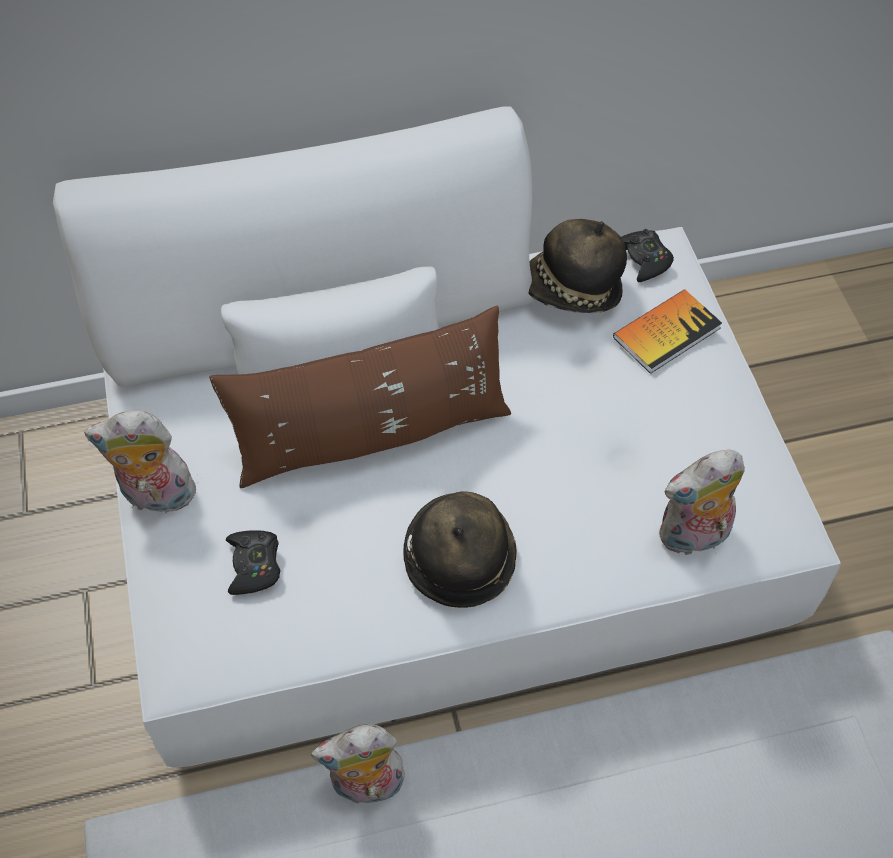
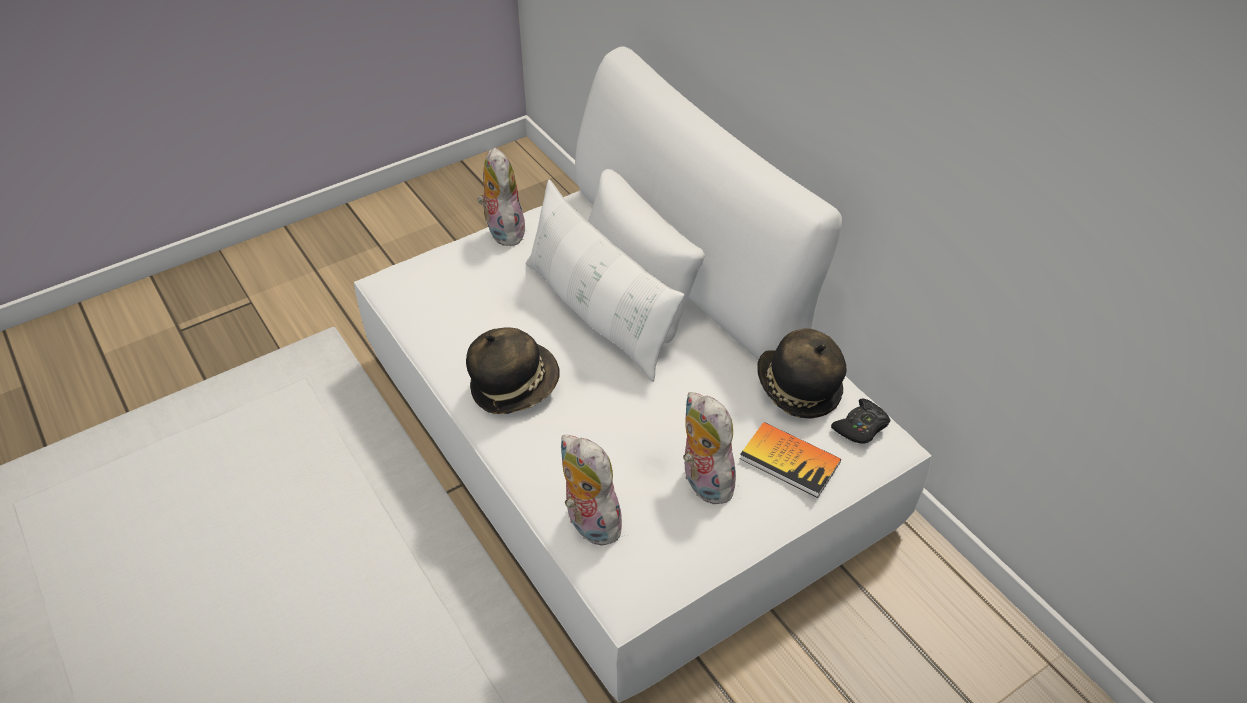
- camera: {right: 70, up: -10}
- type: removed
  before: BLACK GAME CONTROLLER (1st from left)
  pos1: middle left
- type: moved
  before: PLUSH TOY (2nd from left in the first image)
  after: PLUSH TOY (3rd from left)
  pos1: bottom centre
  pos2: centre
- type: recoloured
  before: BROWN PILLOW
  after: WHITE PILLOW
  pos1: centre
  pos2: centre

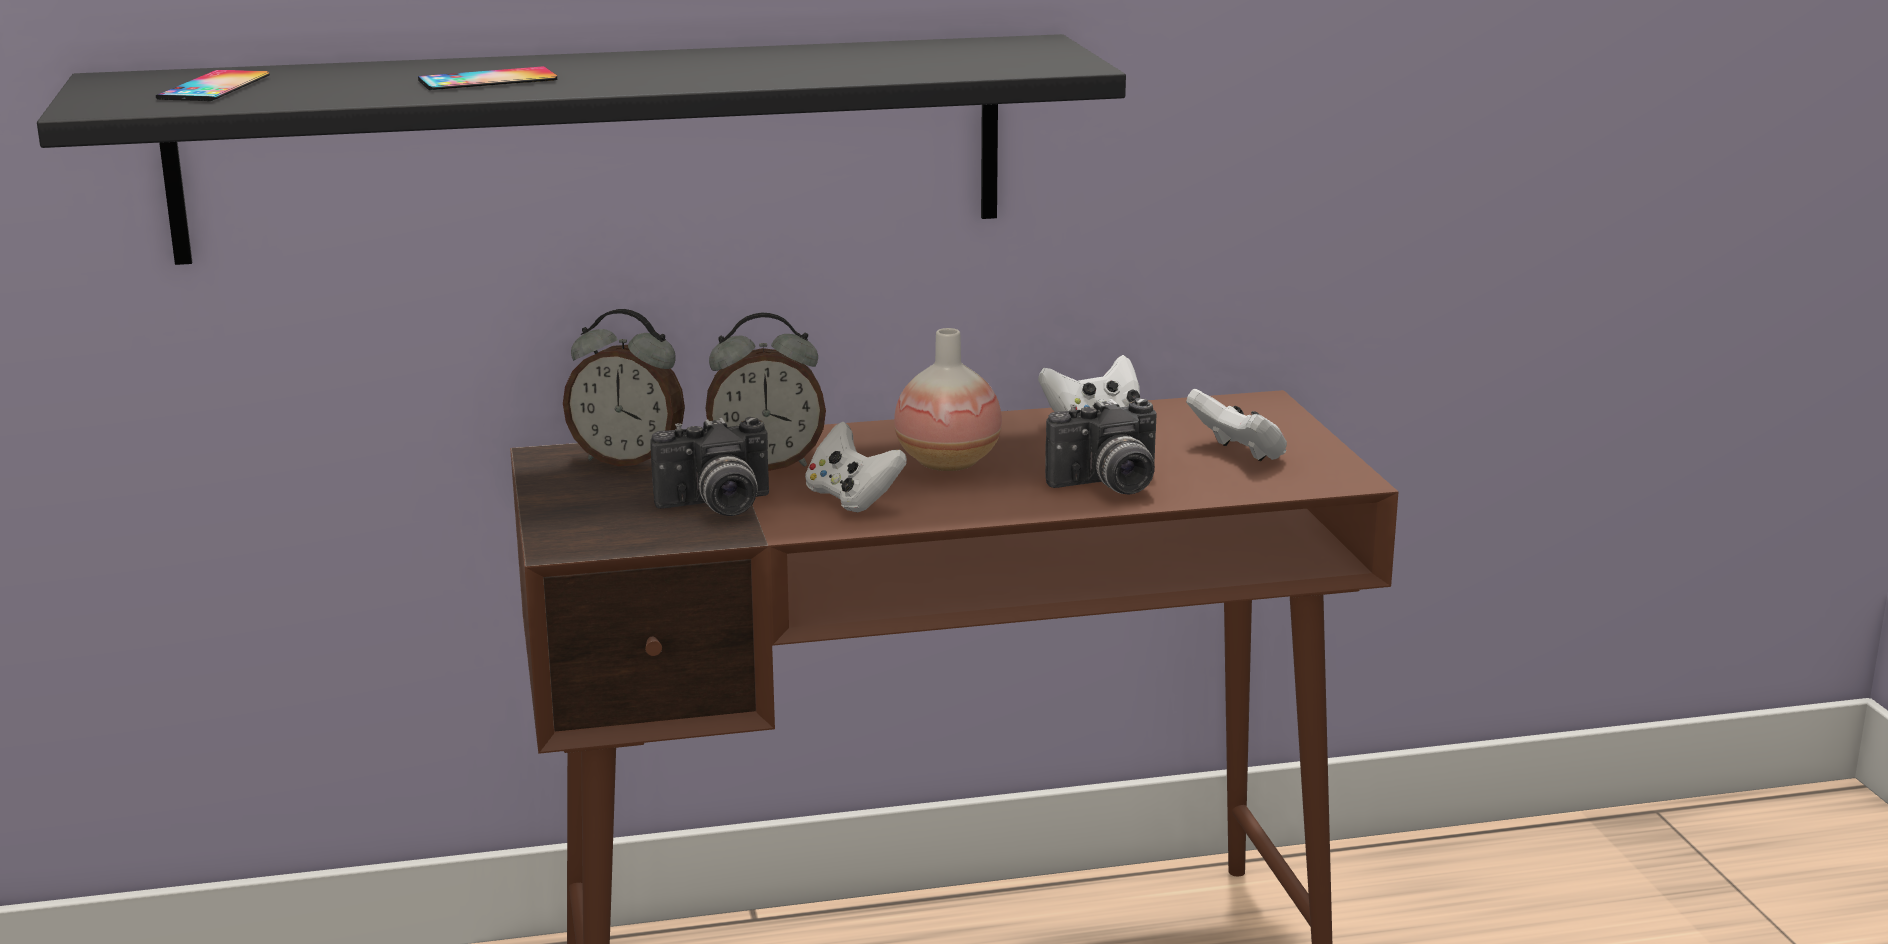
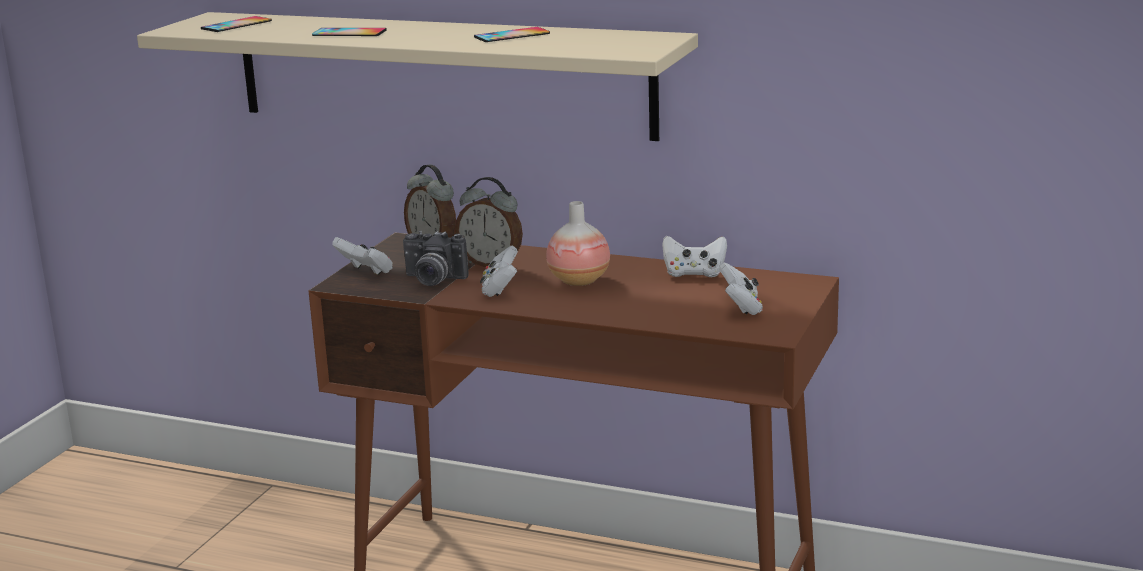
- camera: {right: 35, up: 0}
- type: removed
  before: PHOTO CAMERA (2nd from left)
  pos1: centre
- type: added
  after: WHITE GAME CONTROLLER (1st from left)
  pos2: middle left
- type: added
  after: PHONE (3rd from left)
  pos2: top centre
- type: recoloured
  before: BLACK SHELF
  after: BEIGE SHELF
  pos1: top left
  pos2: top centre

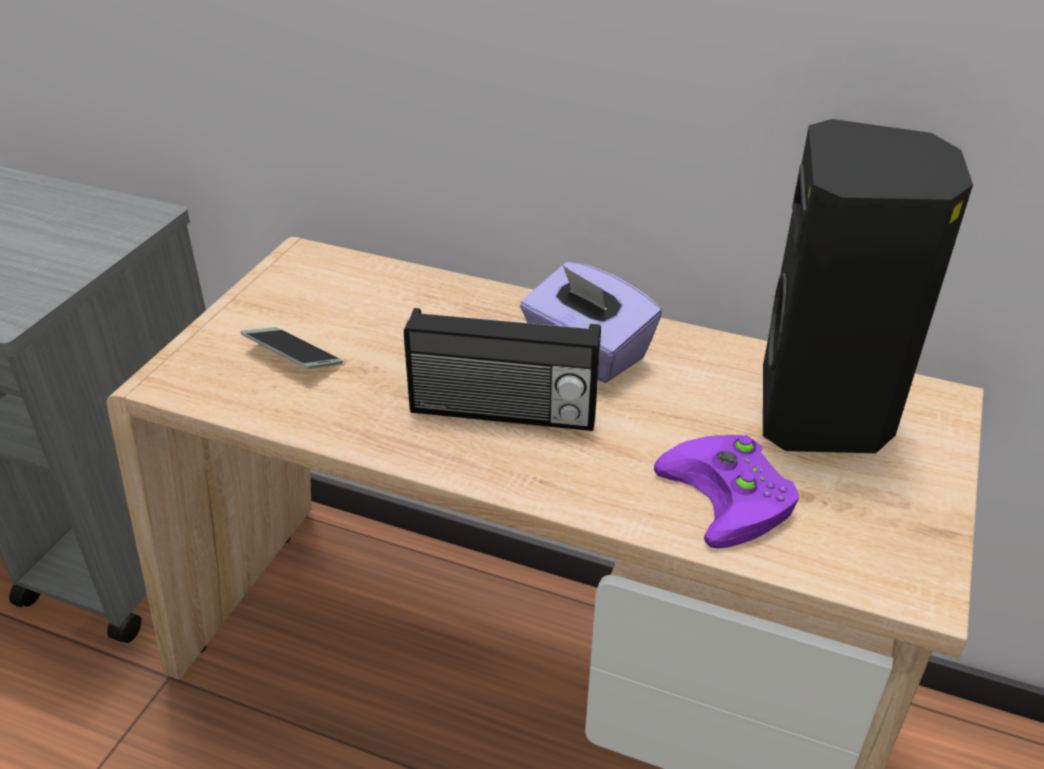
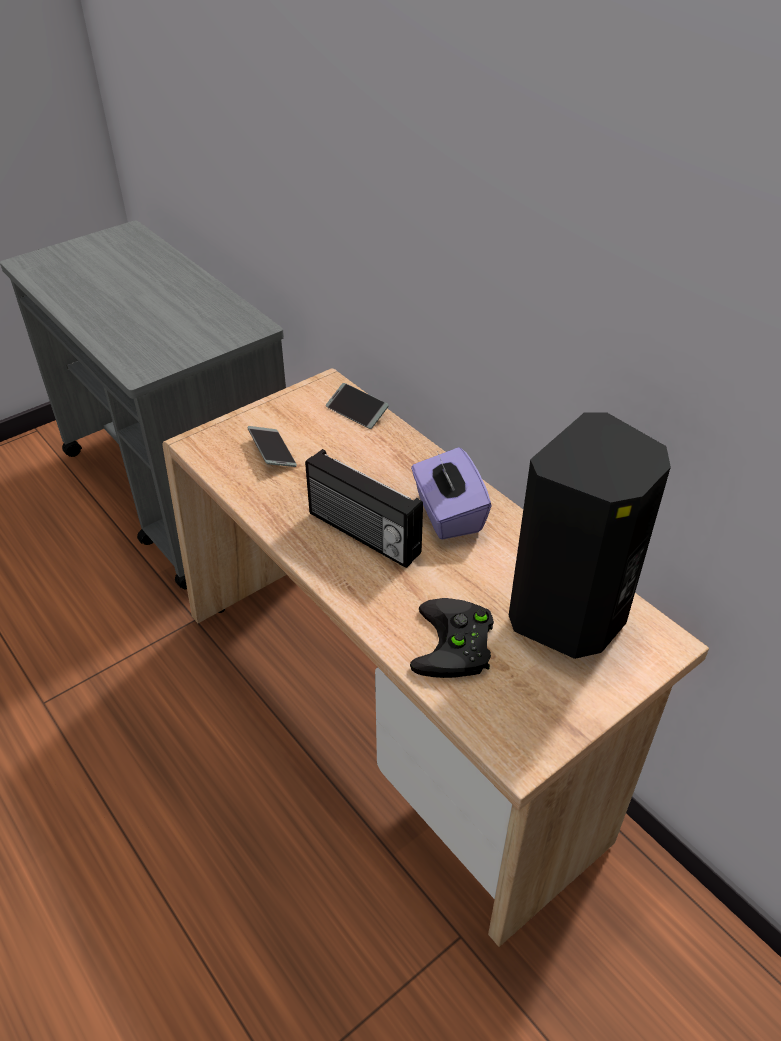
- camera: {right: 30, up: 5}
- type: added
  after: PHONE (2nd from left)
  pos2: centre
- type: recoloured
  before: PURPLE GAME CONTROLLER
  after: BLACK GAME CONTROLLER
  pos1: middle right
  pos2: centre

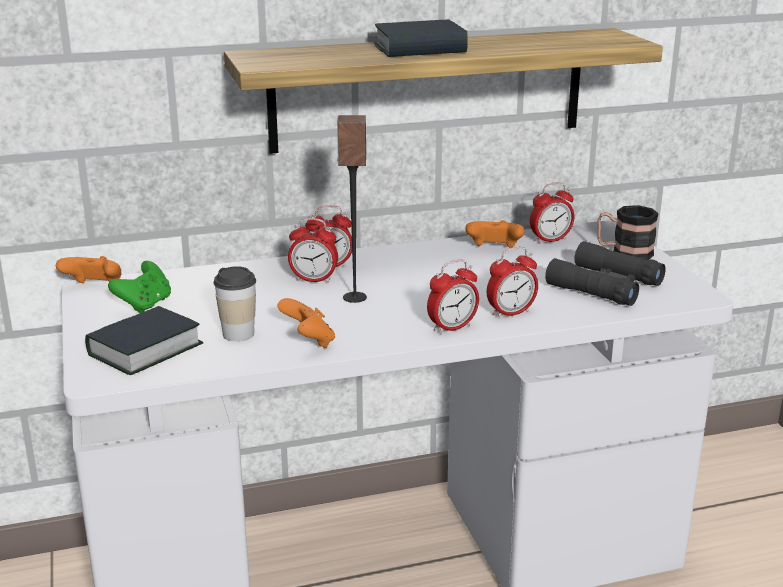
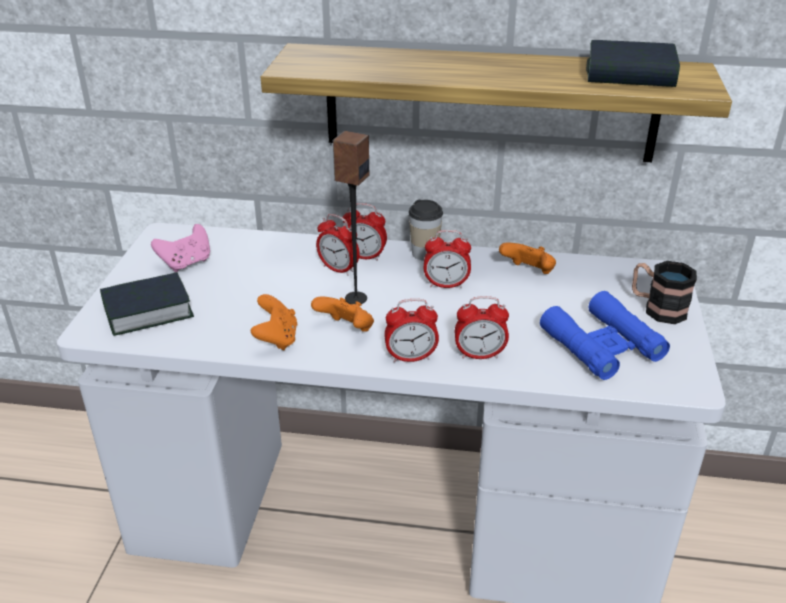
- camera: {right: 25, up: 10}
- type: moved
  before: ORANGE GAME CONTROLLER (1st from left in the first image)
  after: ORANGE GAME CONTROLLER (2nd from left)
  pos1: middle left
  pos2: centre
- type: moved
  before: CUP
  pos1: middle left
  pos2: centre
- type: moved
  before: BOOK (2nd from left)
  pos1: top centre
  pos2: top right
- type: moved
  before: ALARM CLOCK (5th from left in the first image)
  after: ALARM CLOCK (4th from left)
  pos1: middle right
  pos2: centre
- type: recoloured
  before: GREEN GAME CONTROLLER
  after: PINK GAME CONTROLLER
  pos1: middle left
  pos2: middle left
- type: recoloured
  before: BLACK BINOCULARS
  after: BLUE BINOCULARS
  pos1: middle right
  pos2: middle right

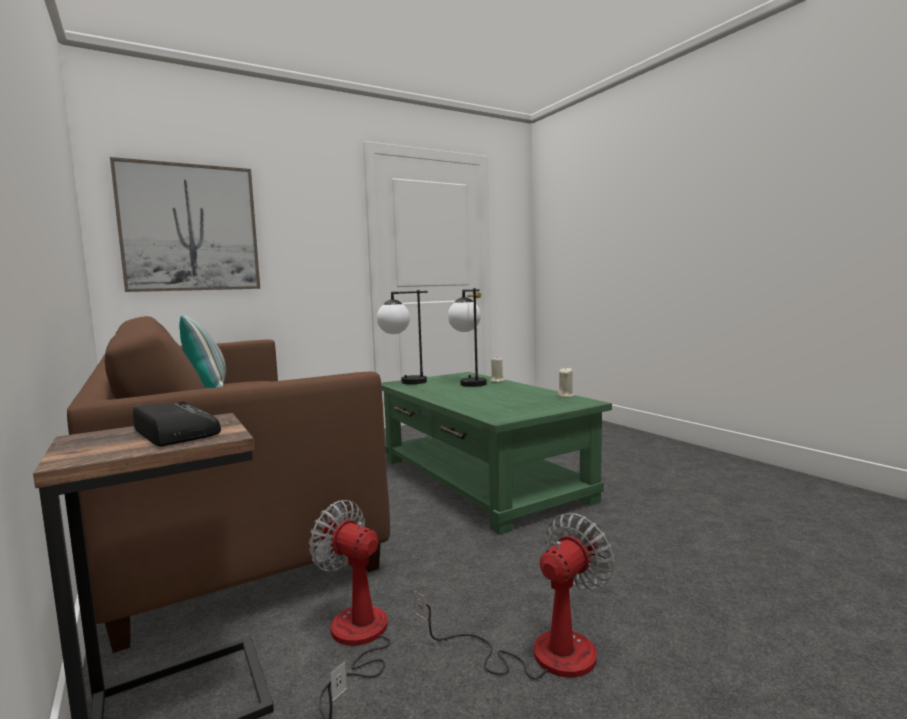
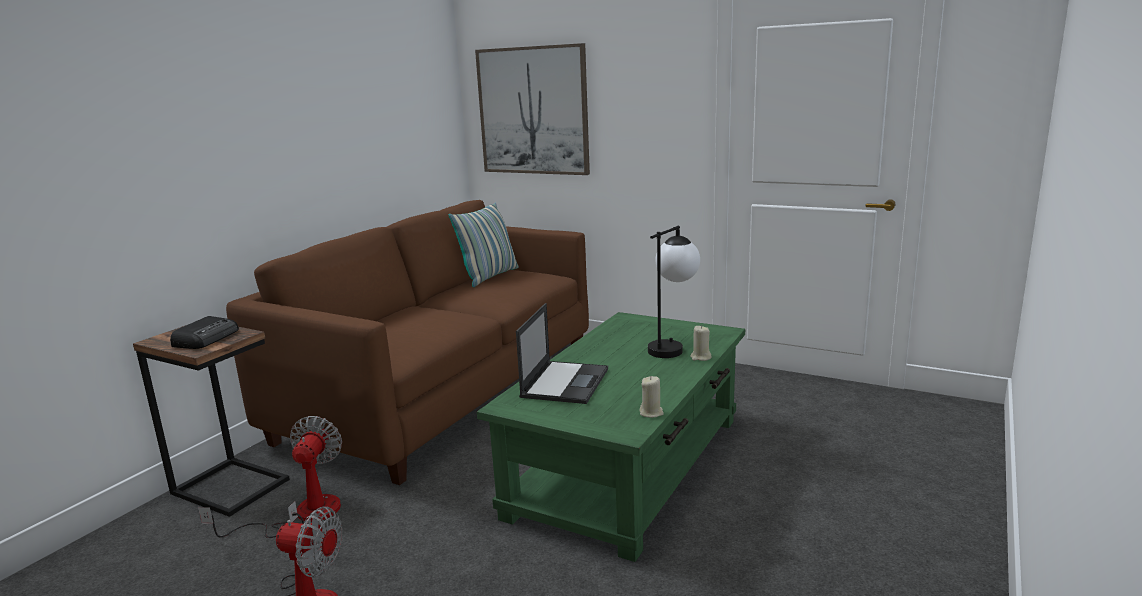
- camera: {right: 60, up: 10}
- type: removed
  before: TABLE LAMP (1st from left)
  pos1: centre
- type: added
  after: LAPTOP
  pos2: centre

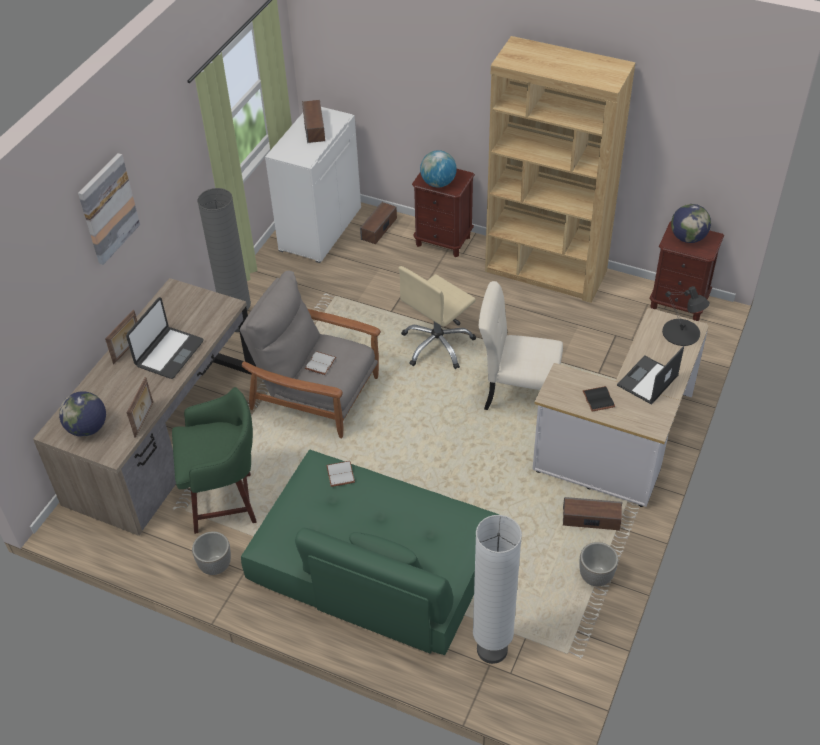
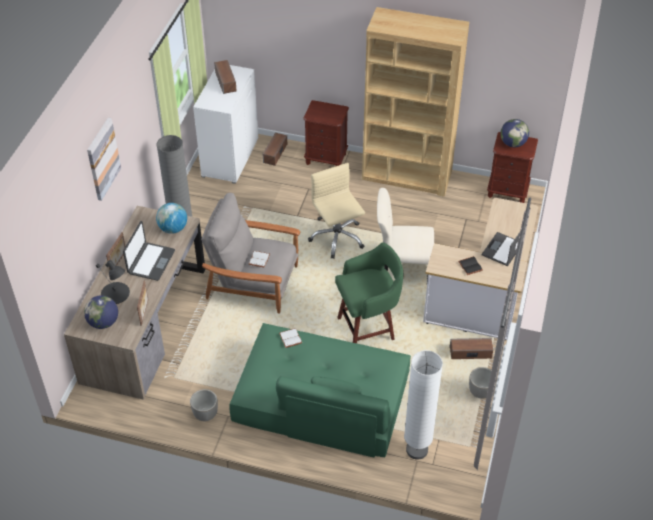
- camera: {right: -10, up: 0}
- type: moved
  before: GREEN STOOL
  pos1: middle left
  pos2: centre
- type: moved
  before: GLOBE (2nd from left)
  pos1: top centre
  pos2: middle left
- type: moved
  before: BLACK TABLE LAMP
  pos1: middle right
  pos2: middle left
- type: turned
  before: BEIGE OFFICE CHAIR
  pos1: centre
  pos2: centre
  turn: 120

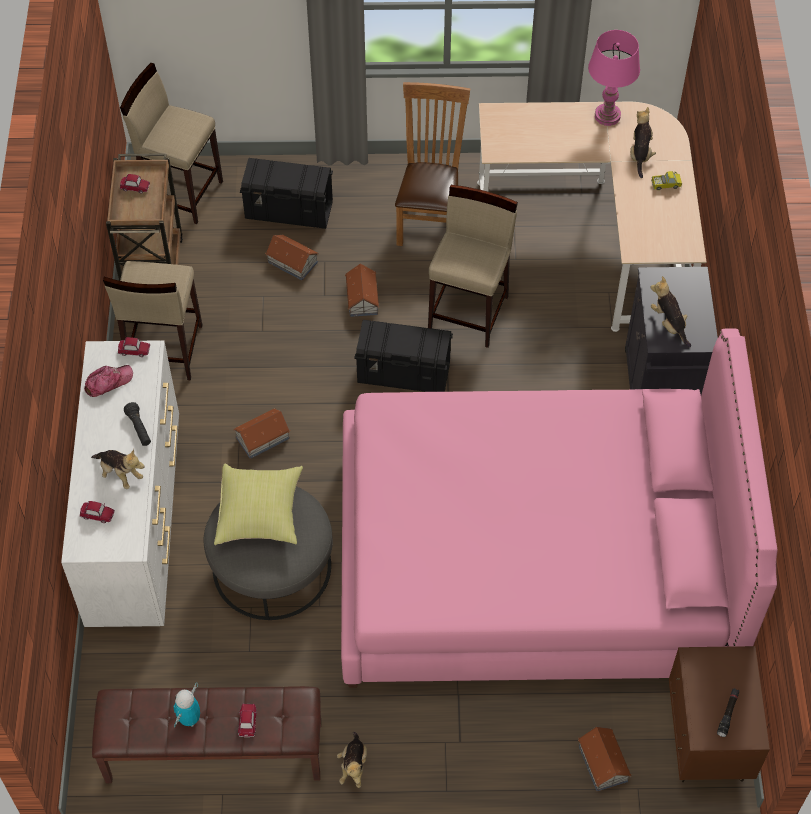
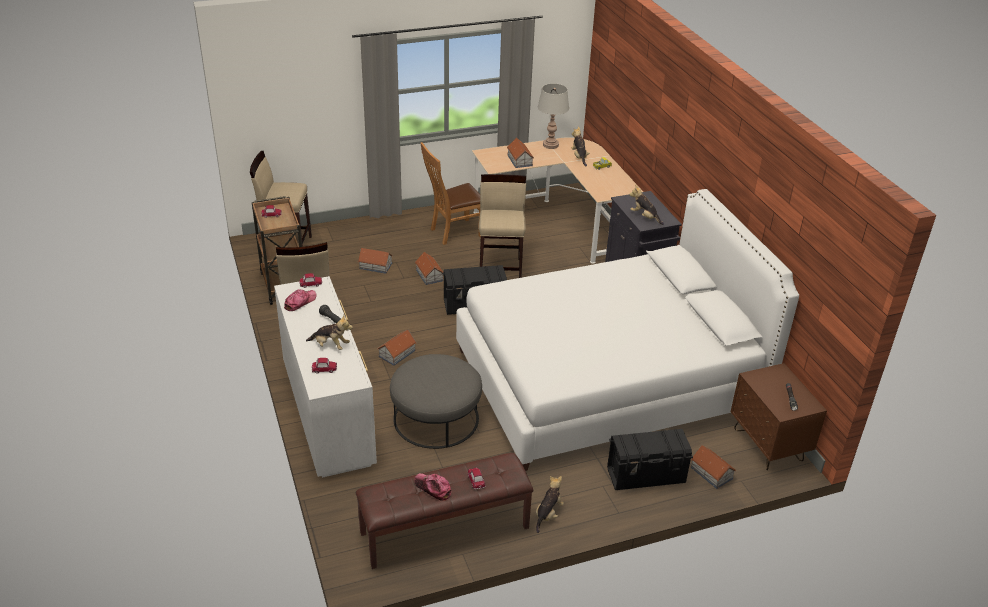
- camera: {right: -20, up: -20}
- type: removed
  before: YELLOW PILLOW
  pos1: middle left
- type: added
  after: TOY HOUSE (4th from left)
  pos2: top centre
- type: moved
  before: BLACK STORAGE BOX (1st from left in the first image)
  after: BLACK STORAGE BOX (2nd from left)
  pos1: top centre
  pos2: bottom centre
- type: replaced
  before: TOY ROBOT
  after: CAP (2nd from left)
  pos1: bottom left
  pos2: bottom centre
- type: recoloured
  before: PINK BED
  after: WHITE BED
  pos1: middle right
  pos2: centre
- type: recoloured
  before: PINK TABLE LAMP
  after: GREY TABLE LAMP
  pos1: top right
  pos2: top centre
- type: turned
  before: PLUSH TOY (2nd from left)
  pos1: bottom centre
  pos2: bottom centre
  turn: -135
- type: turned
  before: BROWN CHAIR
  pos1: top centre
  pos2: top centre
  turn: -105

